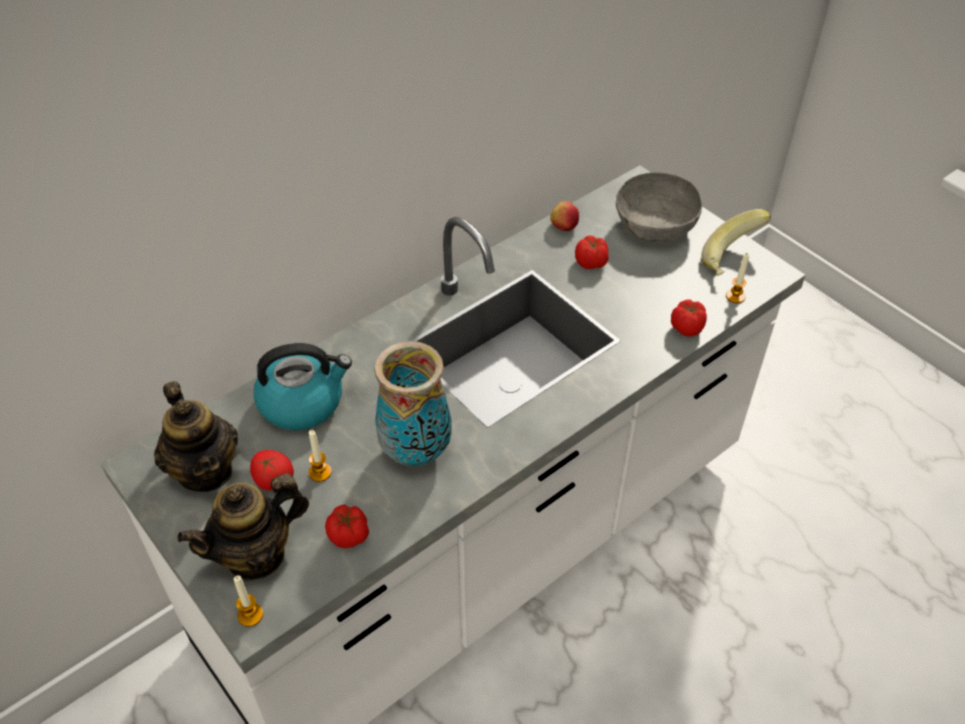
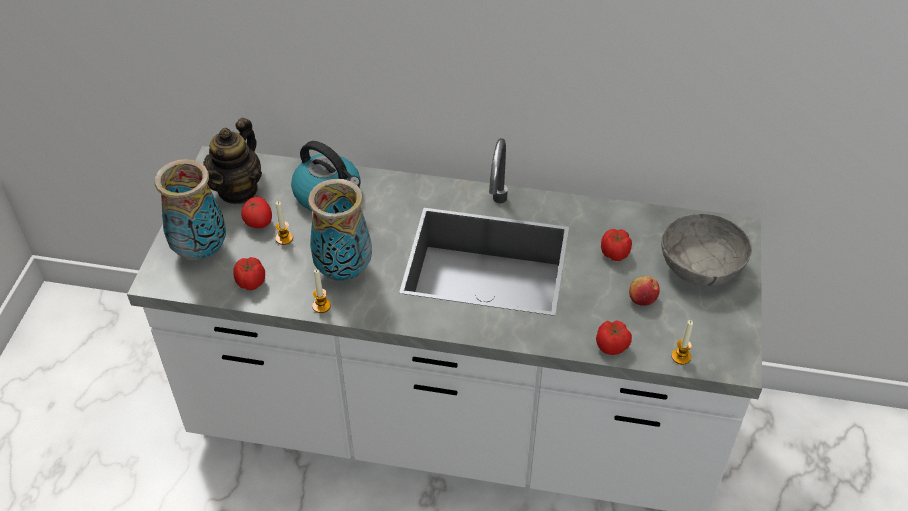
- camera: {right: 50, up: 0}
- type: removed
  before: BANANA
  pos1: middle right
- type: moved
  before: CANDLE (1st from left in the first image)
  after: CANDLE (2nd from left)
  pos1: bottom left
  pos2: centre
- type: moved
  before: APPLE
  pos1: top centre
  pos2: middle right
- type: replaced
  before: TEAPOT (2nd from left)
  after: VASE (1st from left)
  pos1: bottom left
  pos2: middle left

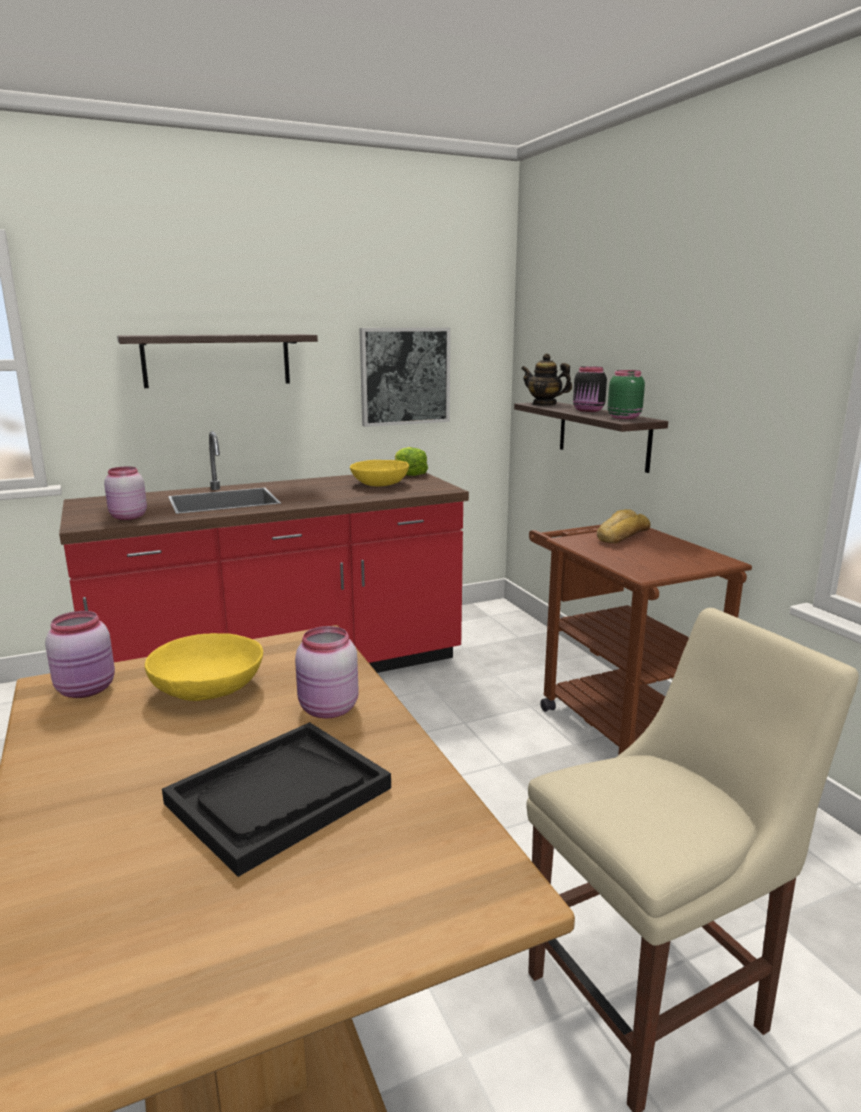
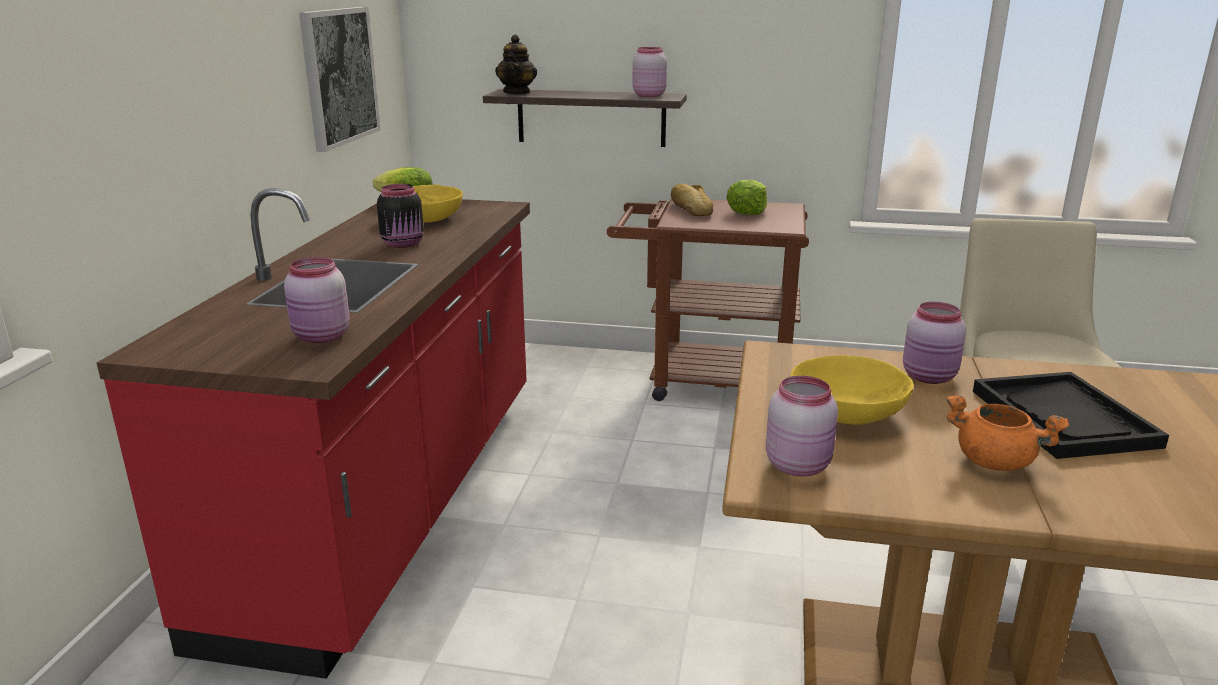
- camera: {right: -55, up: 5}
- type: removed
  before: SHELF (1st from left)
  pos1: top left
- type: added
  after: LETTUCE (2nd from left)
  pos2: top centre
- type: added
  after: ORANGE COOKING POT
  pos2: middle right
- type: moved
  before: BLACK JAR
  pos1: middle right
  pos2: top left
- type: recoloured
  before: GREEN JAR
  after: PINK JAR (2nd from left)
  pos1: middle right
  pos2: top centre
- type: turned
  before: TEAPOT
  pos1: centre
  pos2: top centre
  turn: -60

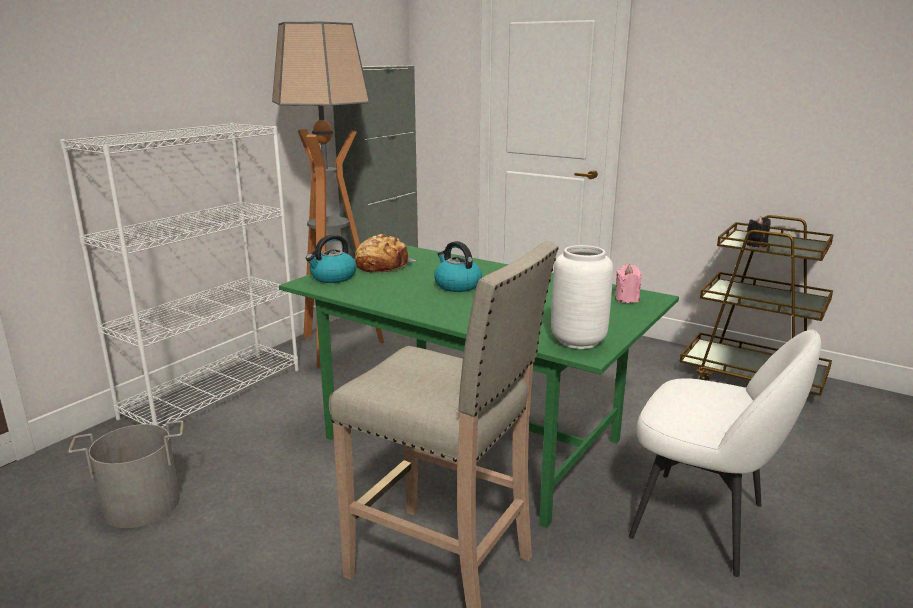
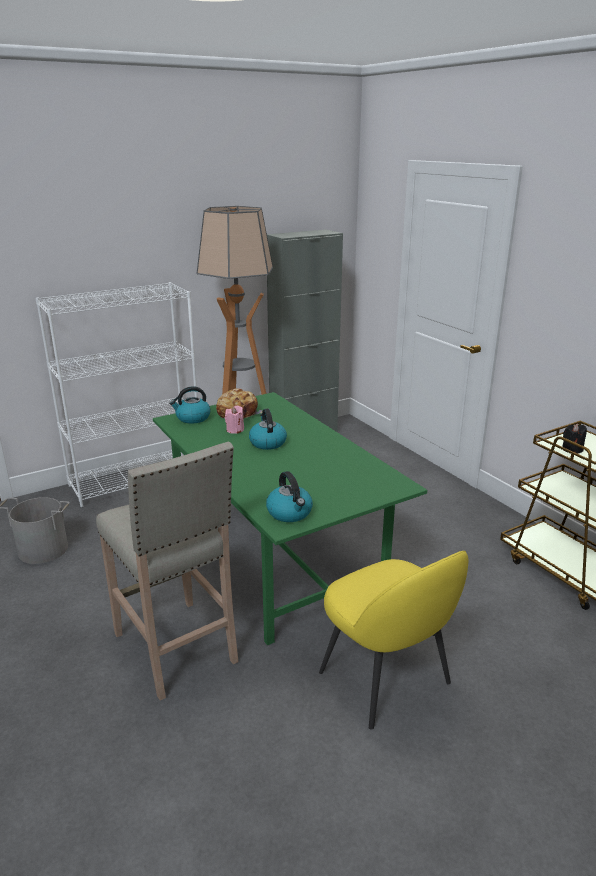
- camera: {right: 25, up: 5}
- type: moved
  before: PINK CANDLE
  pos1: middle right
  pos2: centre
- type: replaced
  before: WHITE VASE
  after: KETTLE (3rd from left)
  pos1: centre
  pos2: centre
- type: recoloured
  before: WHITE CHAIR
  after: YELLOW CHAIR
  pos1: bottom right
  pos2: bottom centre

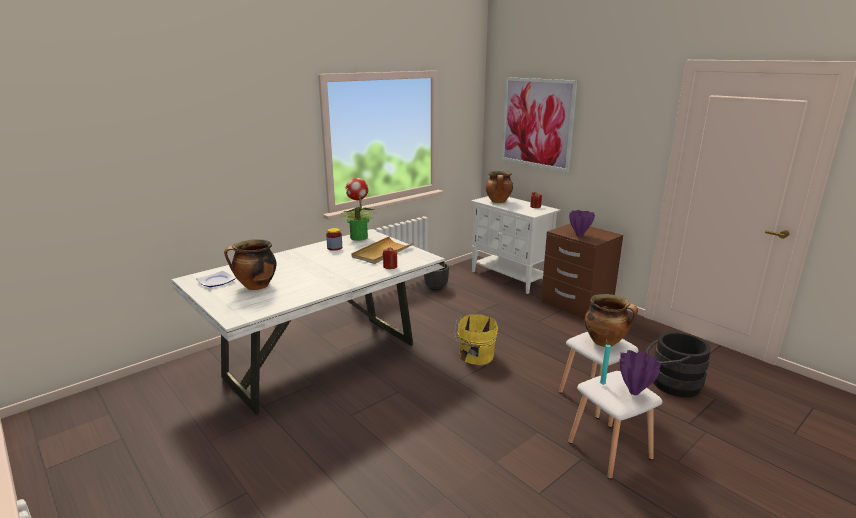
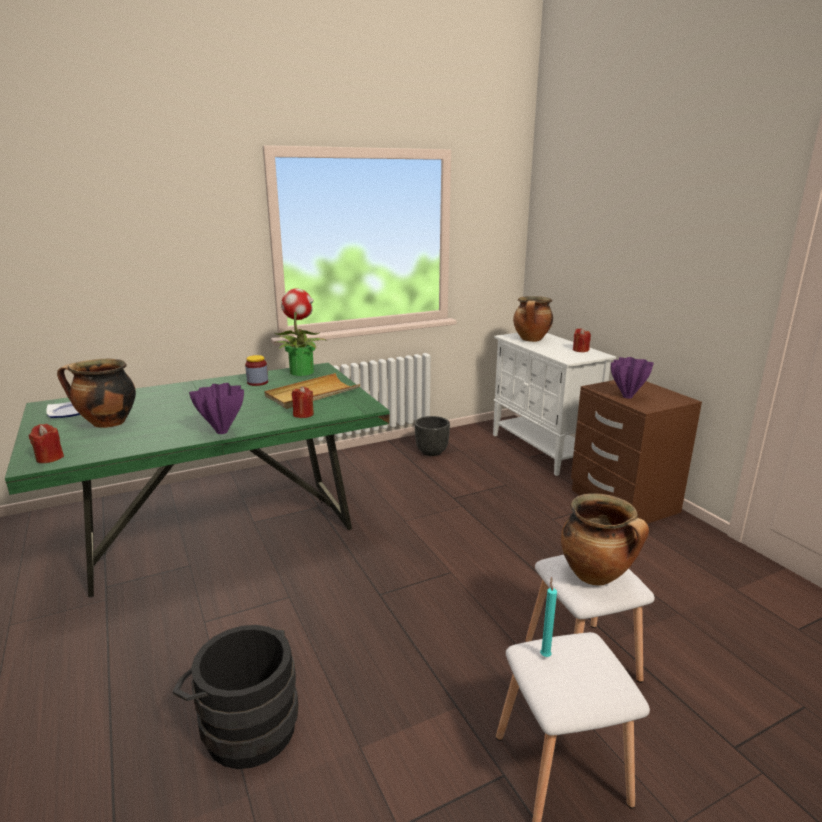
- camera: {right: 15, up: 0}
- type: removed
  before: YELLOW BUCKET
  pos1: centre
- type: removed
  before: PICTURE
  pos1: top centre
- type: added
  after: RED CANDLE (1st from left)
  pos2: middle left
- type: moved
  before: PURPLE VASE (2nd from left in the first image)
  after: PURPLE VASE (1st from left)
  pos1: bottom right
  pos2: middle left
- type: moved
  before: BLACK BUCKET
  pos1: bottom right
  pos2: bottom left
- type: recoloured
  before: WHITE DINING TABLE
  after: GREEN DINING TABLE
  pos1: centre
  pos2: middle left

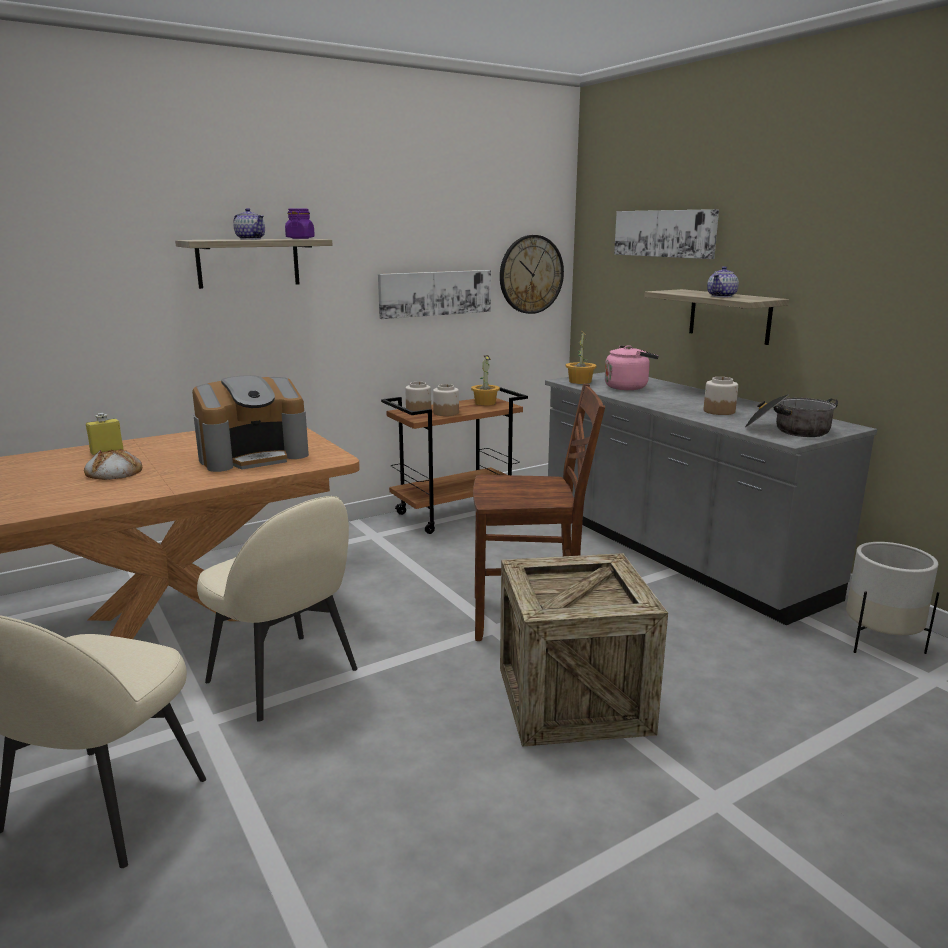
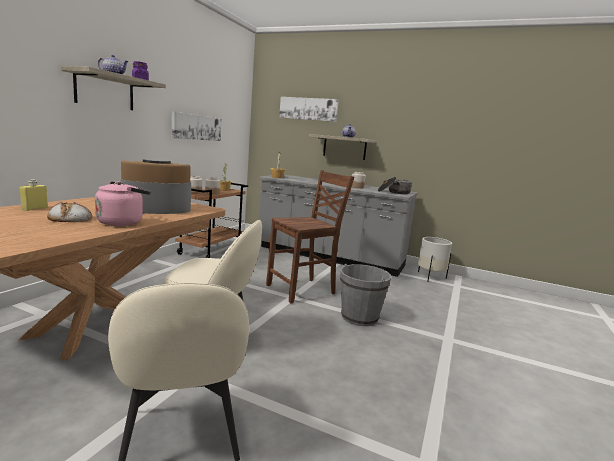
- camera: {right: -35, up: -5}
- type: removed
  before: WALL CLOCK
  pos1: top centre
- type: moved
  before: PINK KETTLE
  pos1: middle right
  pos2: middle left
- type: replaced
  before: CRATE
  after: GREY BUCKET
  pos1: bottom centre
  pos2: centre
- type: turned
  before: COFFEE MACHINE
  pos1: middle left
  pos2: middle left
  turn: -135

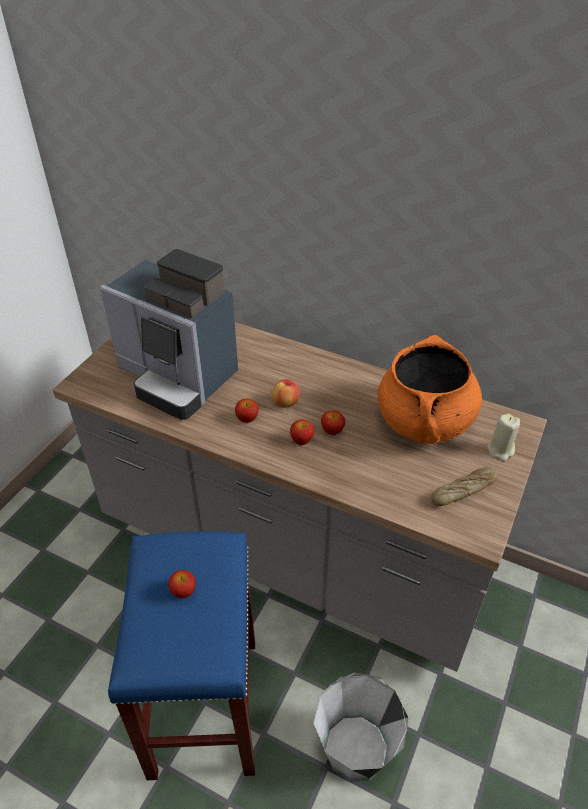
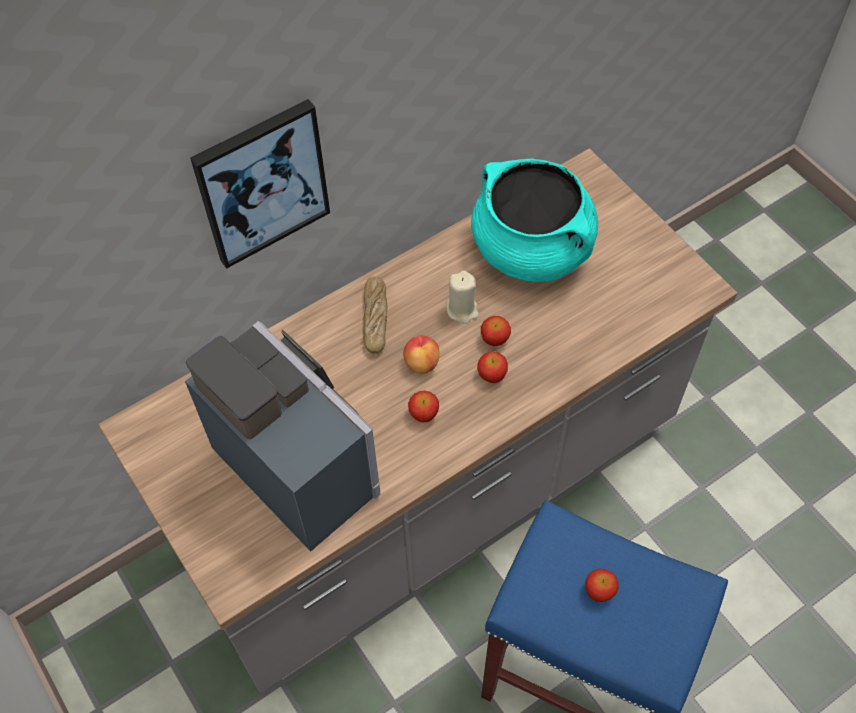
- camera: {right: -60, up: 15}
- type: removed
  before: GREY BUCKET
  pos1: bottom centre
- type: added
  after: PICTURE
  pos2: top left
- type: moved
  before: BREAD
  pos1: middle right
  pos2: centre
- type: moved
  before: BEIGE CANDLE
  pos1: middle right
  pos2: centre
- type: recoloured
  before: ORANGE COOKING POT
  after: TURQUOISE COOKING POT
  pos1: middle right
  pos2: top centre
- type: turned
  before: COFFEE MACHINE
  pos1: middle left
  pos2: middle left
  turn: -105

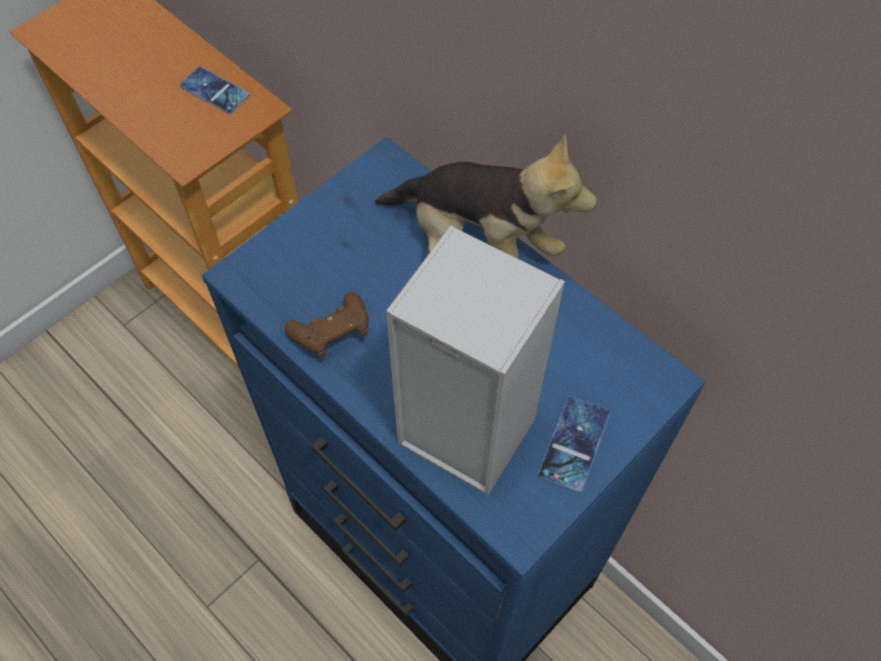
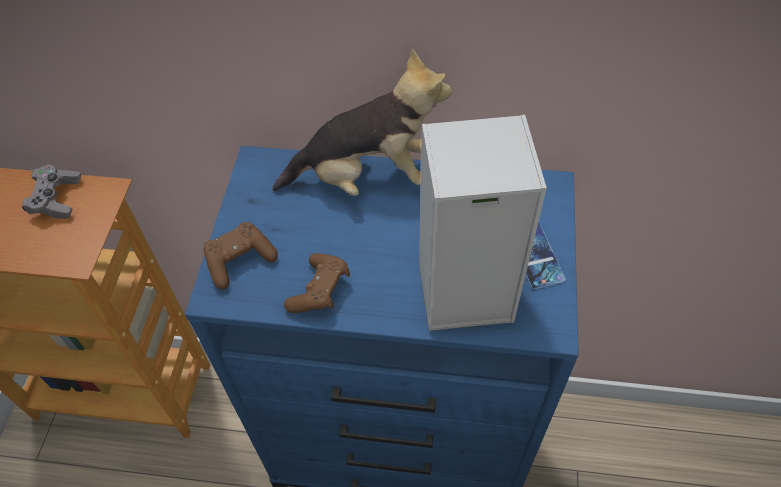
- camera: {right: -35, up: -5}
- type: added
  after: BROWN GAME CONTROLLER (1st from left)
  pos2: middle left
- type: replaced
  before: PHONE (1st from left)
  after: GREY GAME CONTROLLER
  pos1: top left
  pos2: middle left

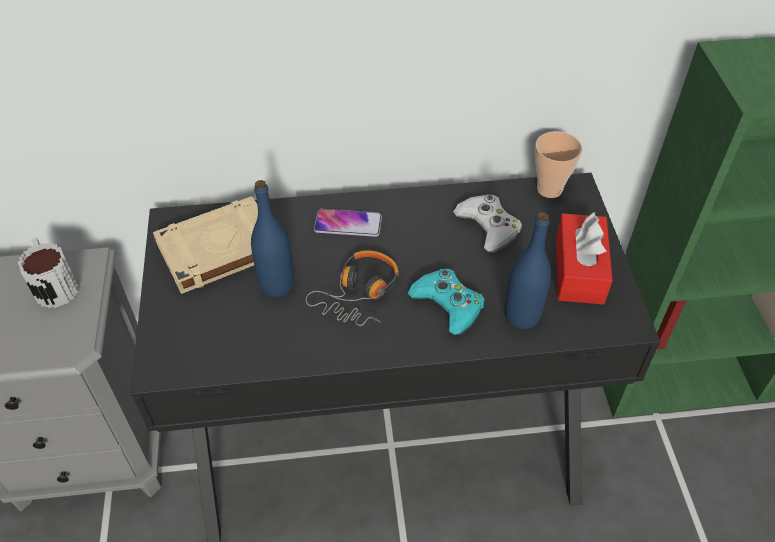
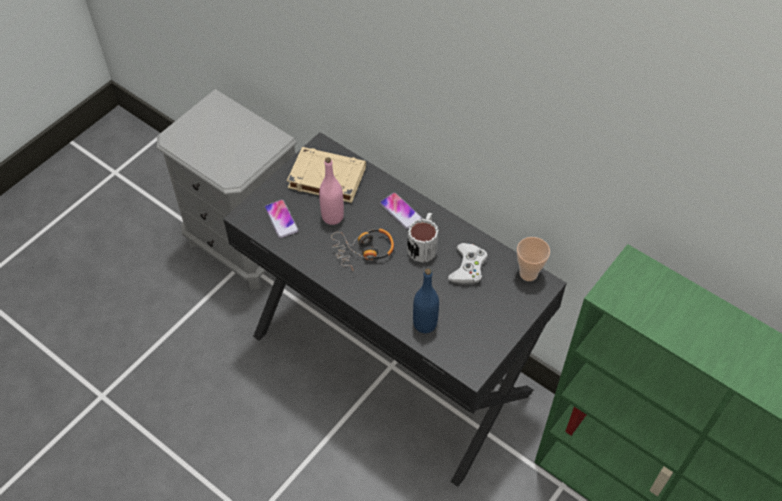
- camera: {right: 45, up: 5}
- type: removed
  before: TURQUOISE GAME CONTROLLER
  pos1: centre
- type: removed
  before: RED TISSUE BOX
  pos1: middle right
- type: added
  after: PHONE (1st from left)
  pos2: centre
- type: moved
  before: MUG
  pos1: middle left
  pos2: centre
- type: recoloured
  before: BLUE BOTTLE (1st from left)
  after: PINK BOTTLE
  pos1: centre
  pos2: centre

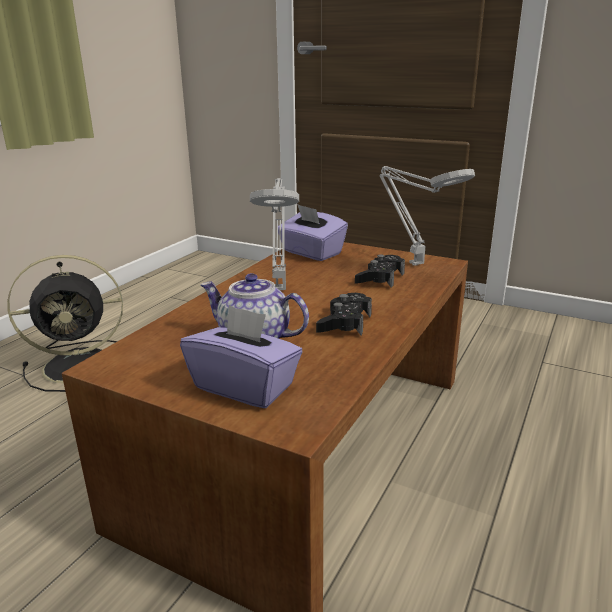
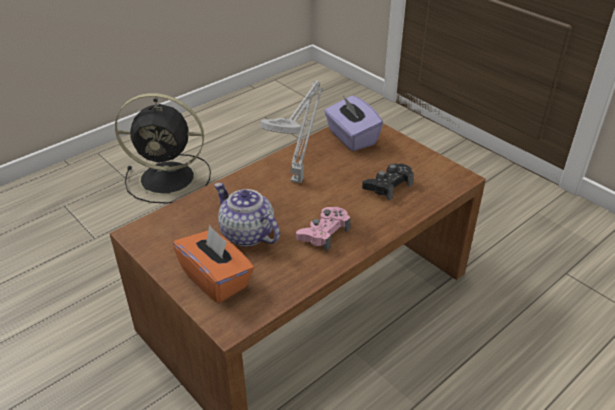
- camera: {right: 20, up: 15}
- type: removed
  before: GREY TABLE LAMP (2nd from left)
  pos1: middle right
- type: recoloured
  before: PURPLE TISSUE BOX (1st from left)
  after: ORANGE TISSUE BOX
  pos1: centre
  pos2: centre
- type: recoloured
  before: BLACK GAME CONTROLLER (1st from left)
  after: PINK GAME CONTROLLER
  pos1: centre
  pos2: centre

